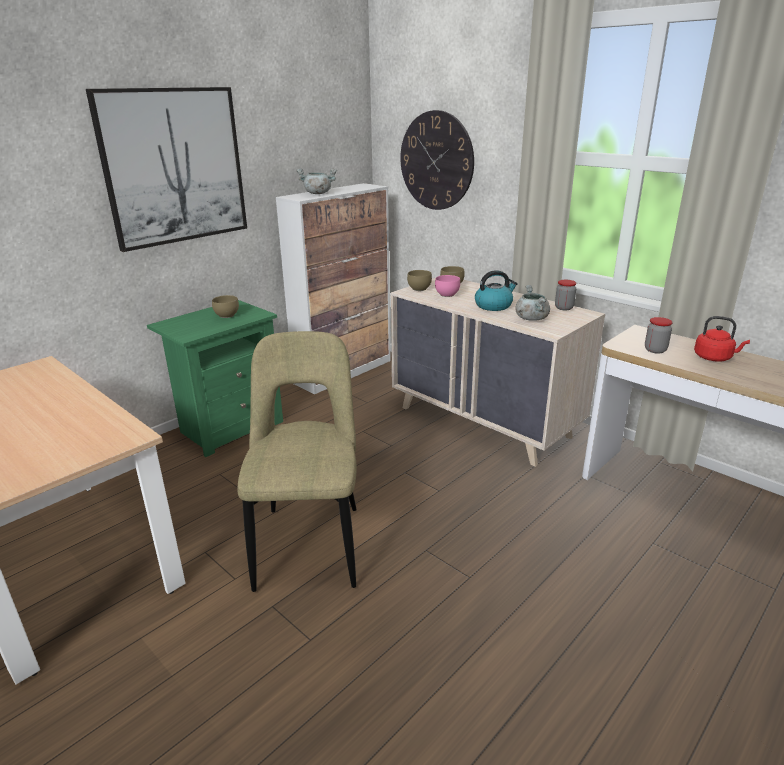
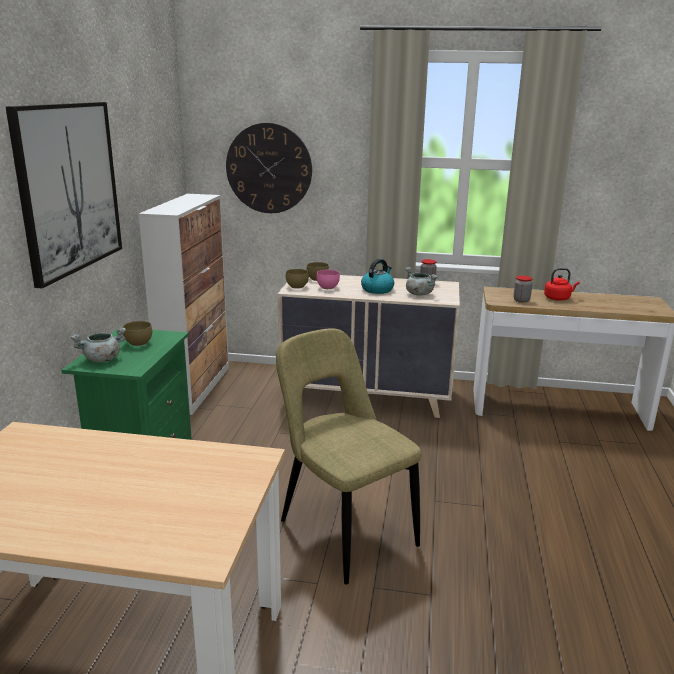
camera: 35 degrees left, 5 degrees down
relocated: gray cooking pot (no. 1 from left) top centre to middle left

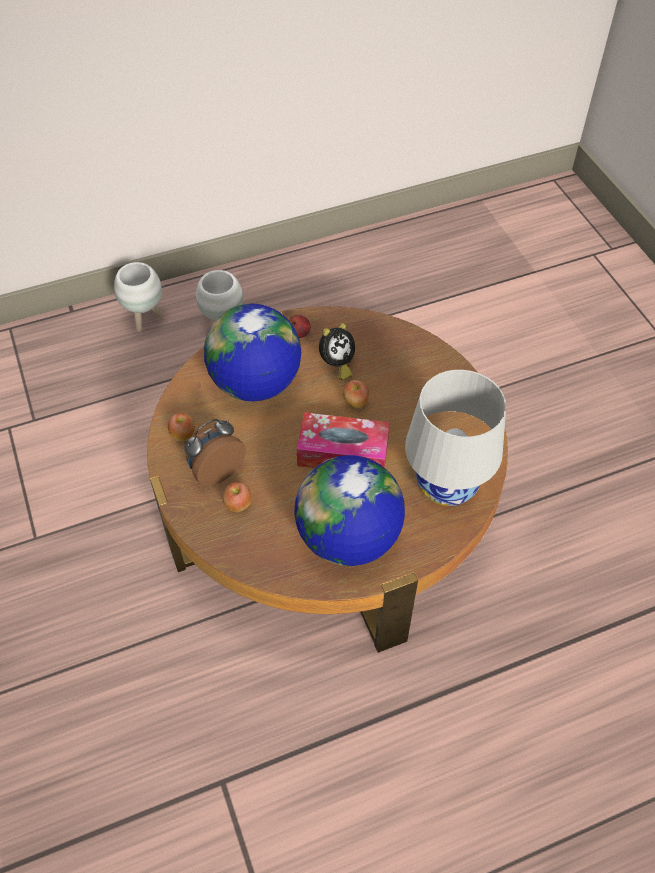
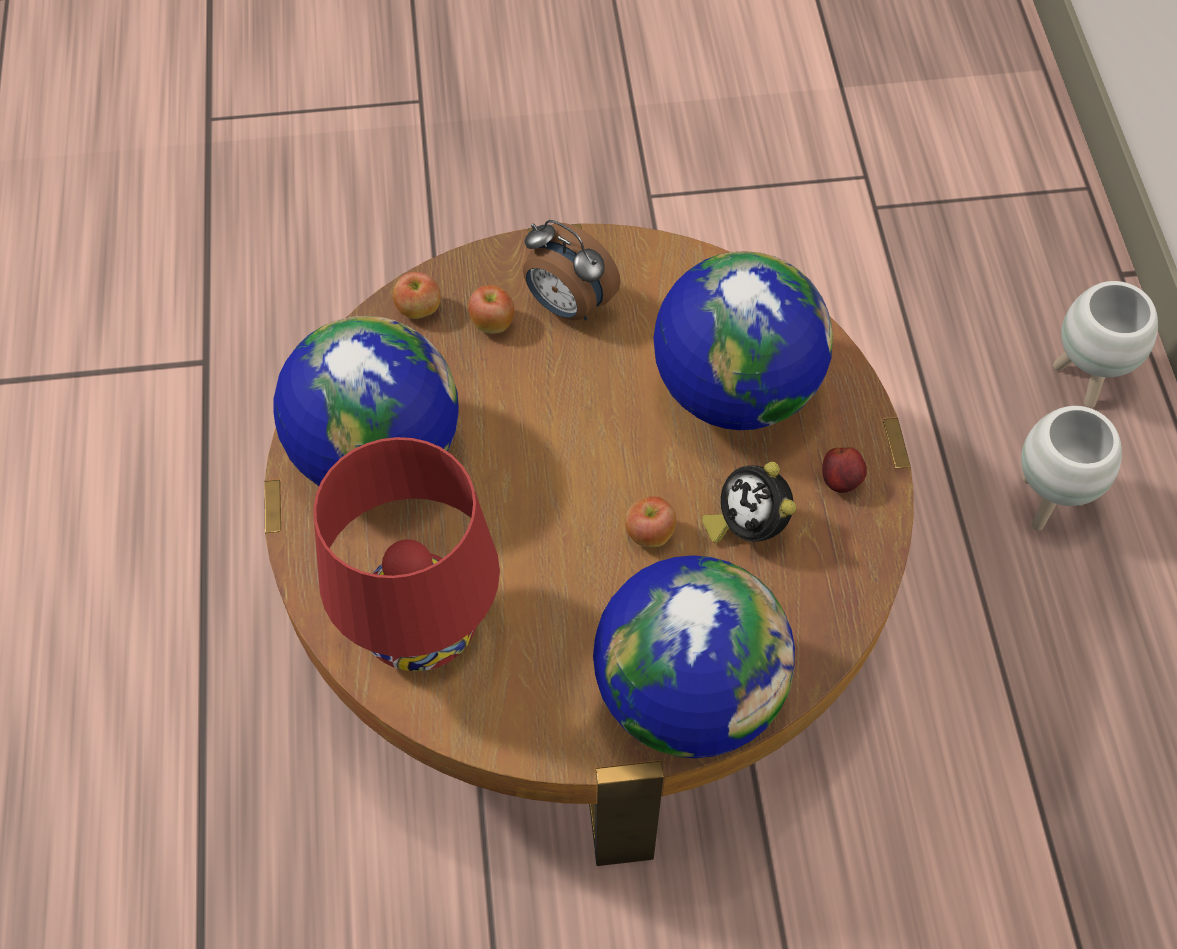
camera: 105 degrees right, 5 degrees up
missing: box of tissues centre
appeared: globe (no. 2 from left) bottom centre
relocated: apple (no. 1 from left) middle left to top centre
colour: white lamp for a table middle right to red-coloured lamp for a table centre
spun: bedside clock (no. 1 from left) middle left = top centre 150 degrees clockwise

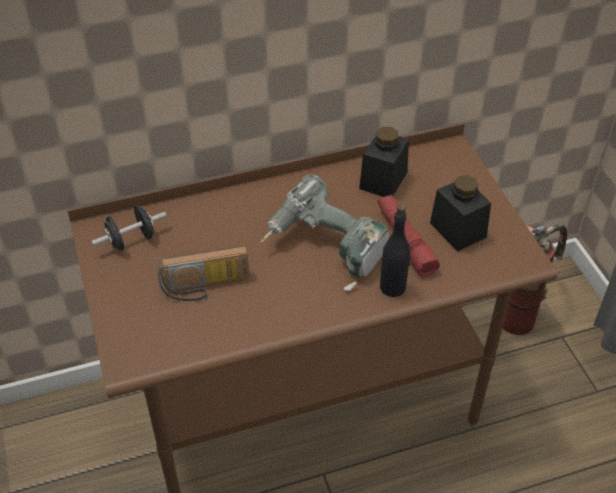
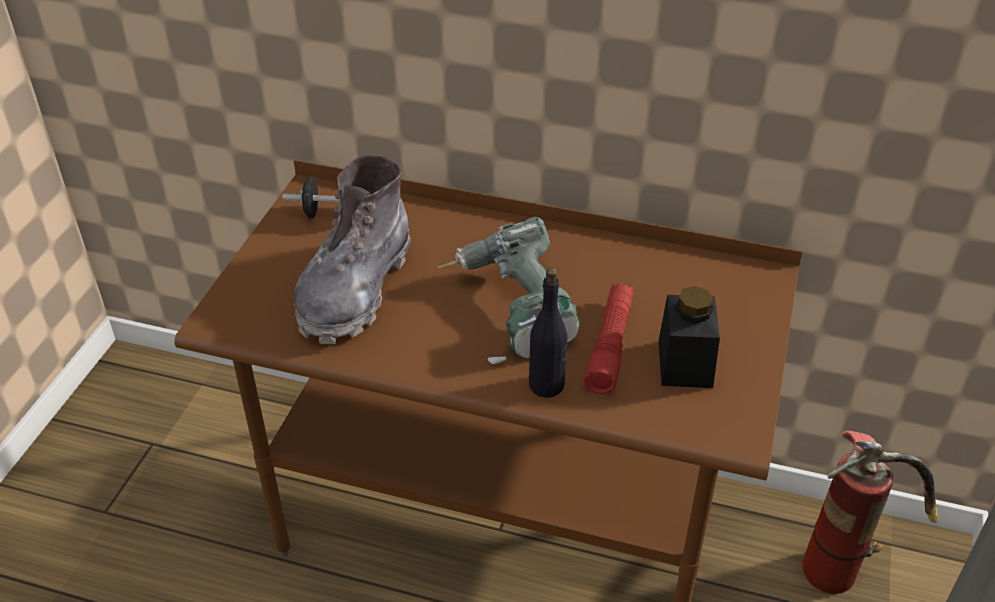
camera: 35 degrees right, 5 degrees down
missing: black preserve jar (no. 1 from left) top centre
exchanged: radio receiver middle left to gray boot centre

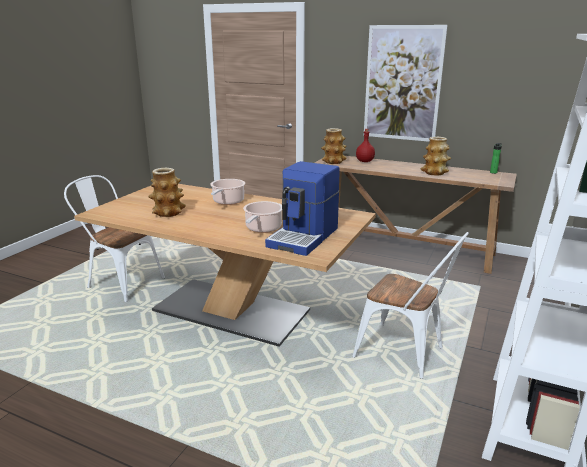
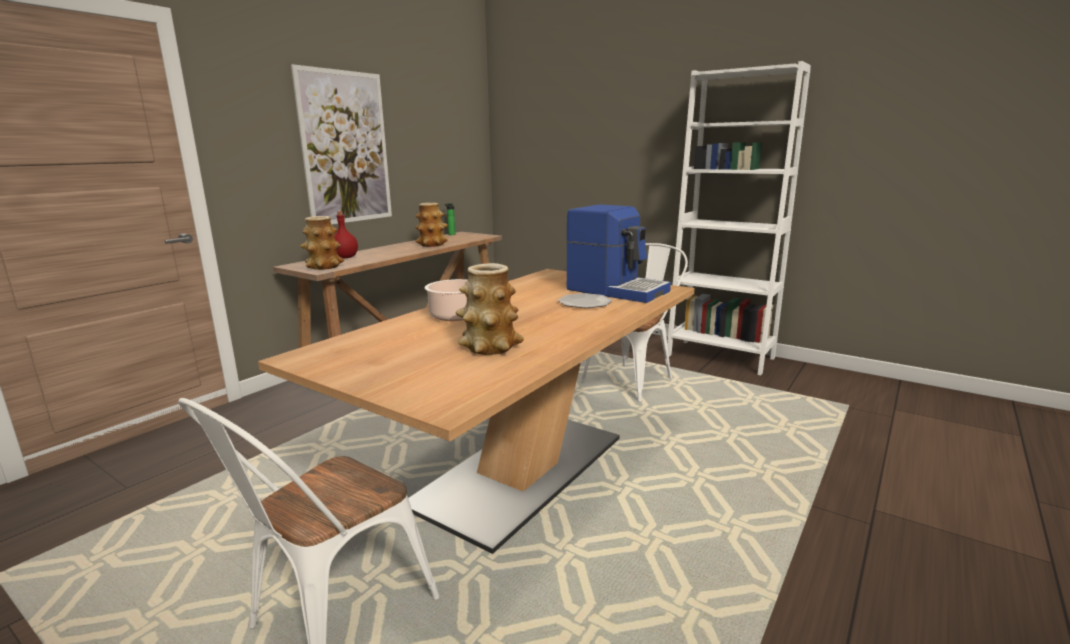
camera: 80 degrees left, 5 degrees down
exchanged: cooking pot (no. 2 from left) centre to flat dish centre

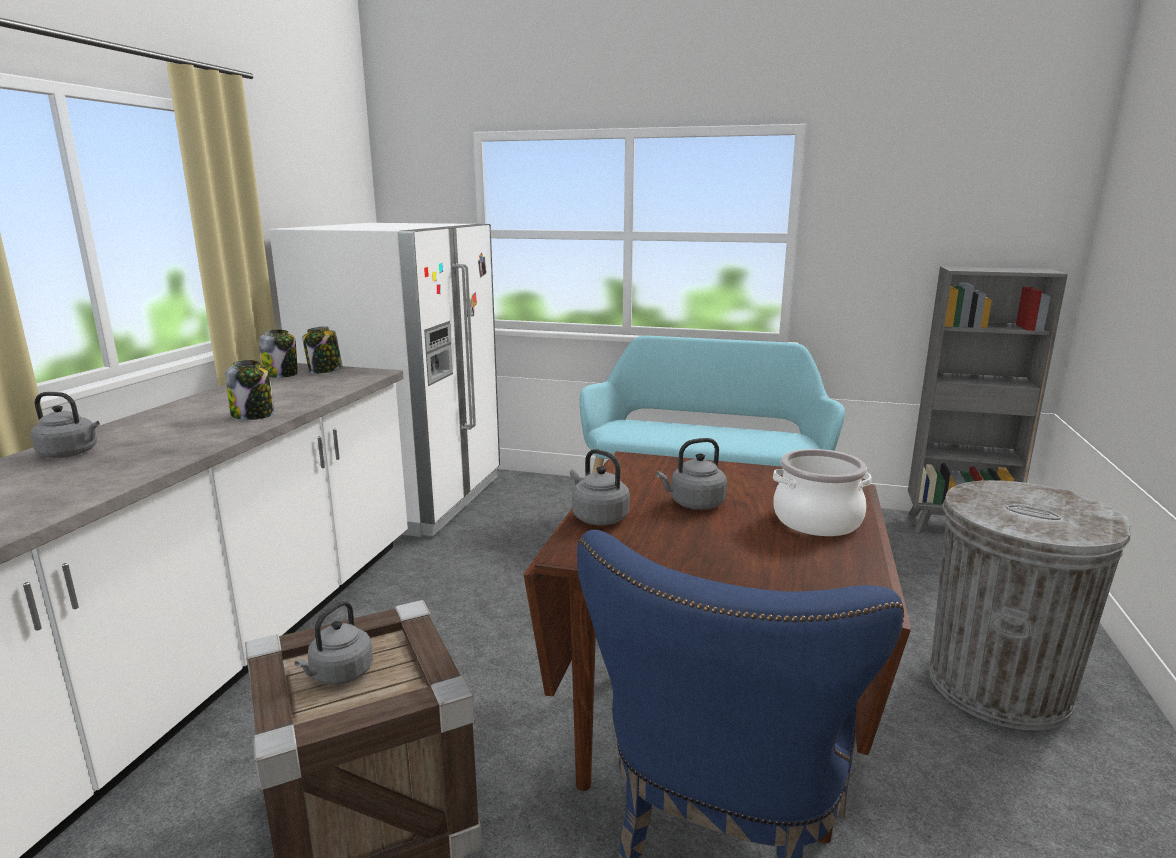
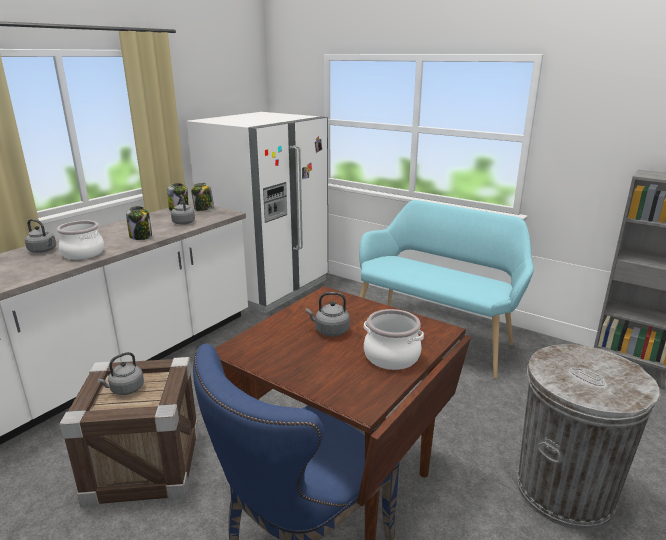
camera: 20 degrees right, 5 degrees up
appeared: cooking pot (no. 1 from left) middle left
relocated: gray tea kettle (no. 3 from left) centre to middle left

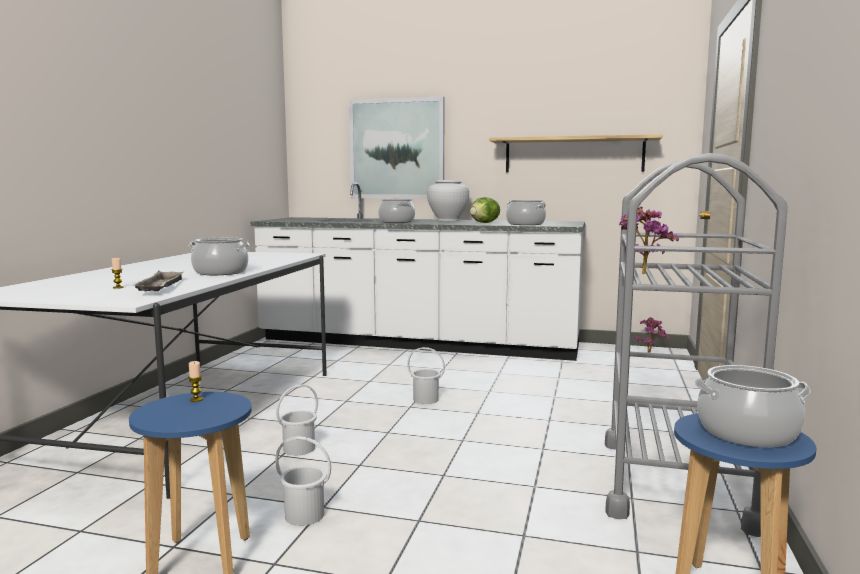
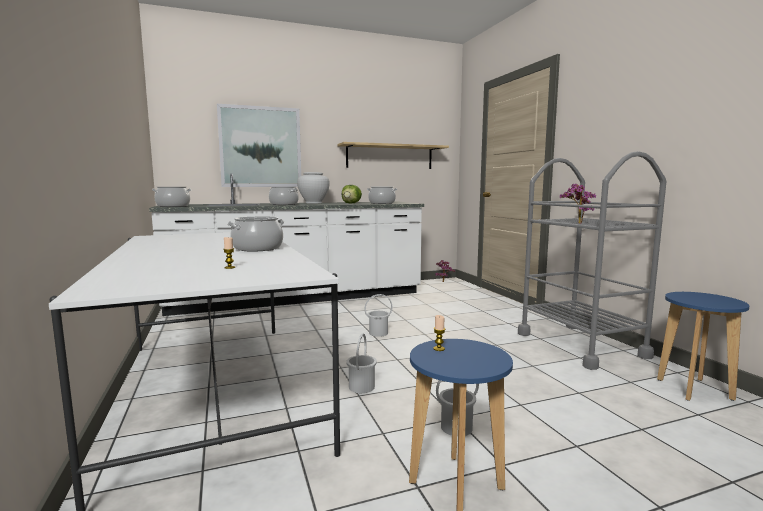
camera: 35 degrees left, 0 degrees up
missing: serving tray middle left
relocated: cooking pot (no. 4 from left in the first image) bottom right to cooking pot (no. 1 from left) middle left

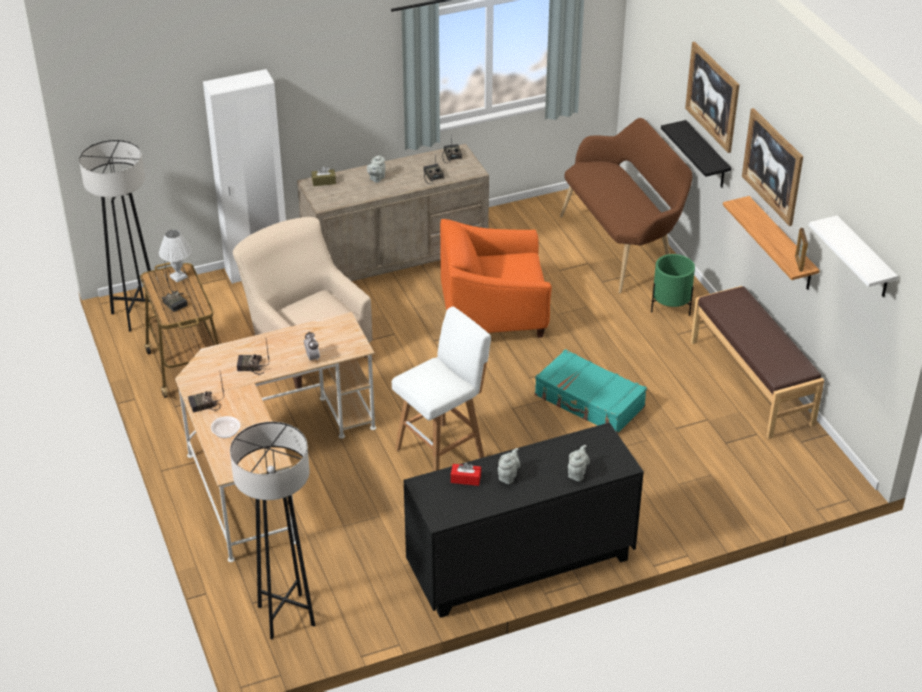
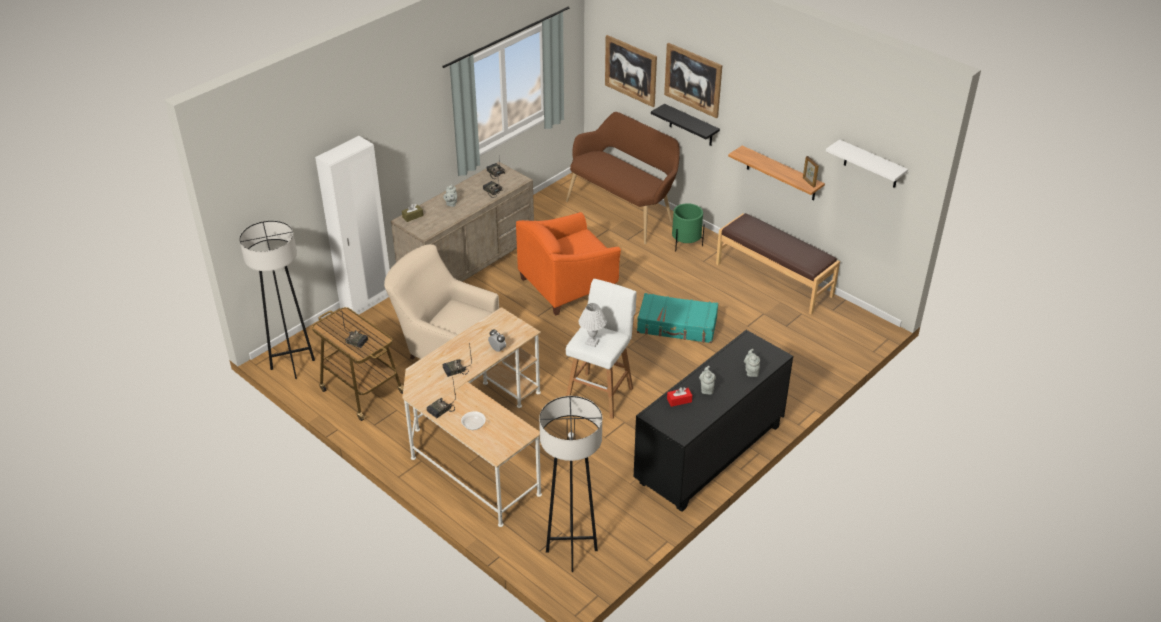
camera: 25 degrees left, 0 degrees up
relocated: wall art (no. 2 from left in the first image) top right to wall art (no. 1 from left) top centre; white lamp for a table middle left to centre

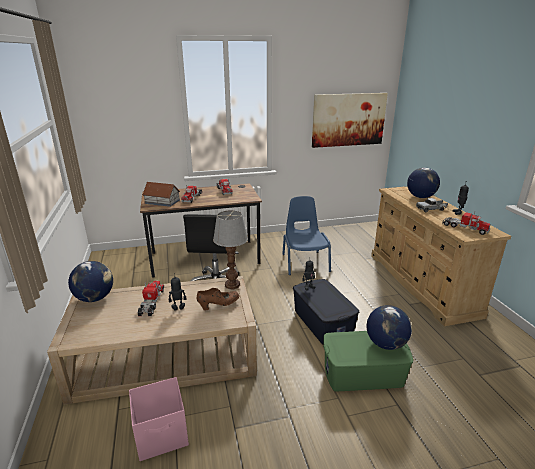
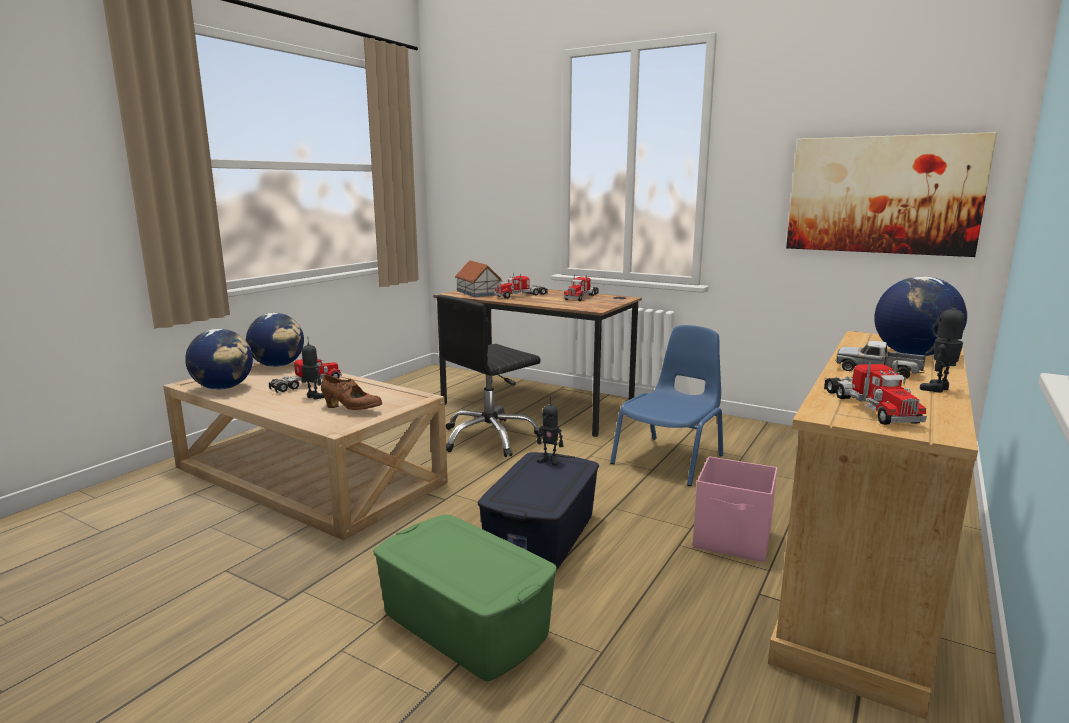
camera: 45 degrees right, 10 degrees down
missing: lamp for a table centre
relocated: globe (no. 2 from left in the first image) bottom right to globe (no. 1 from left) middle left; pink-coloured storage box bottom left to bottom right

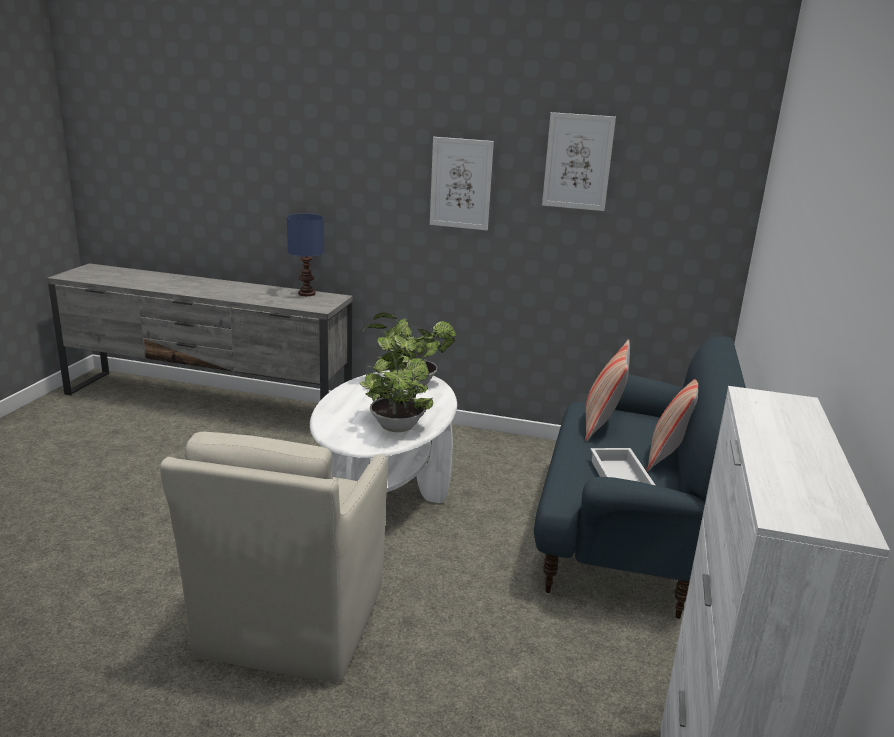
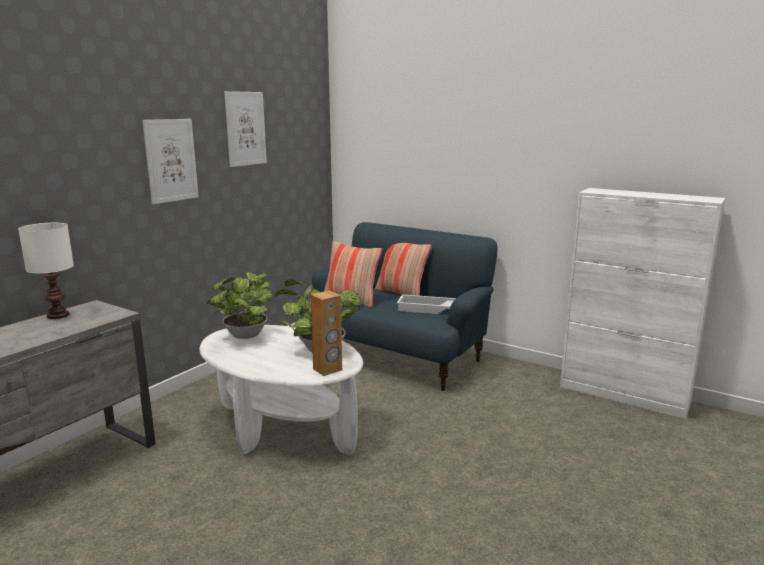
camera: 70 degrees left, 5 degrees down
missing: beige easy chair bottom left
appeared: brown-coloured loudspeaker centre
colour: bluish lamp for a table centre to white lamp for a table middle left

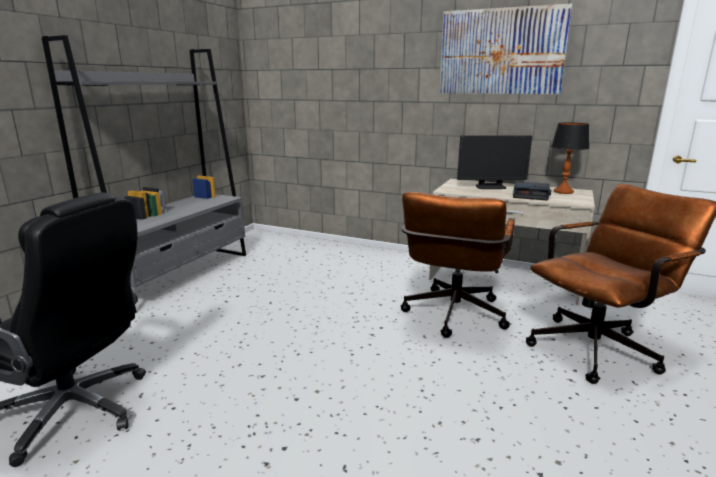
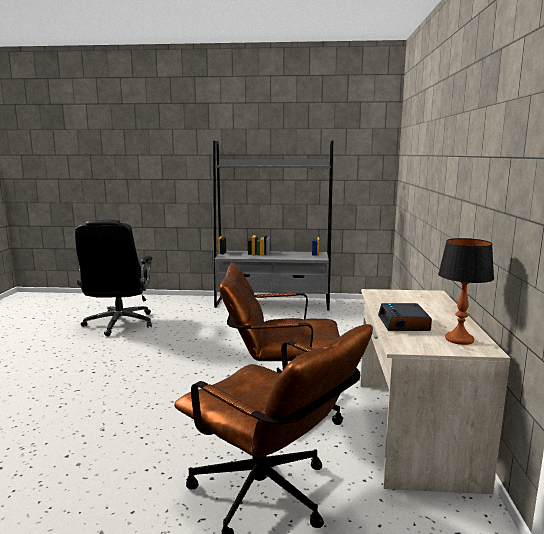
camera: 70 degrees right, 5 degrees down
missing: wall art top right; computer screen middle right

